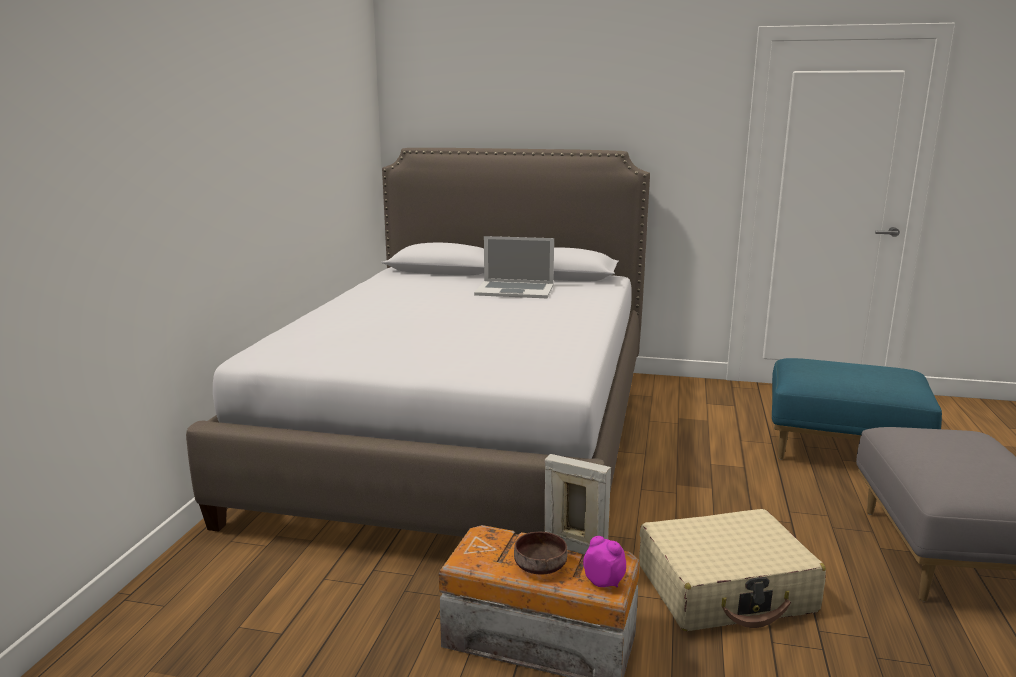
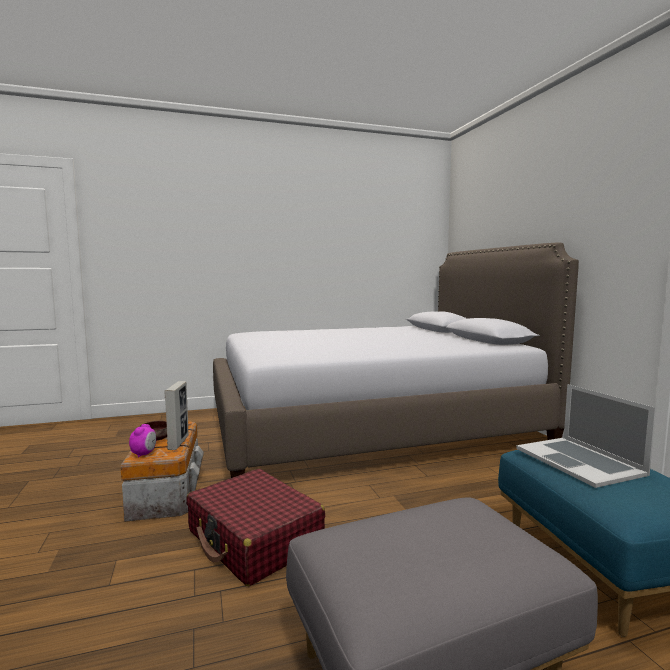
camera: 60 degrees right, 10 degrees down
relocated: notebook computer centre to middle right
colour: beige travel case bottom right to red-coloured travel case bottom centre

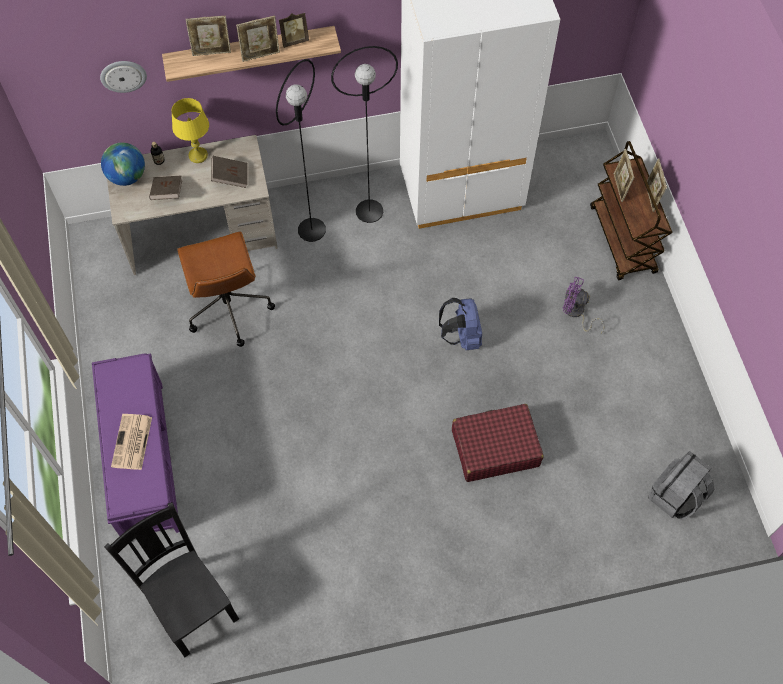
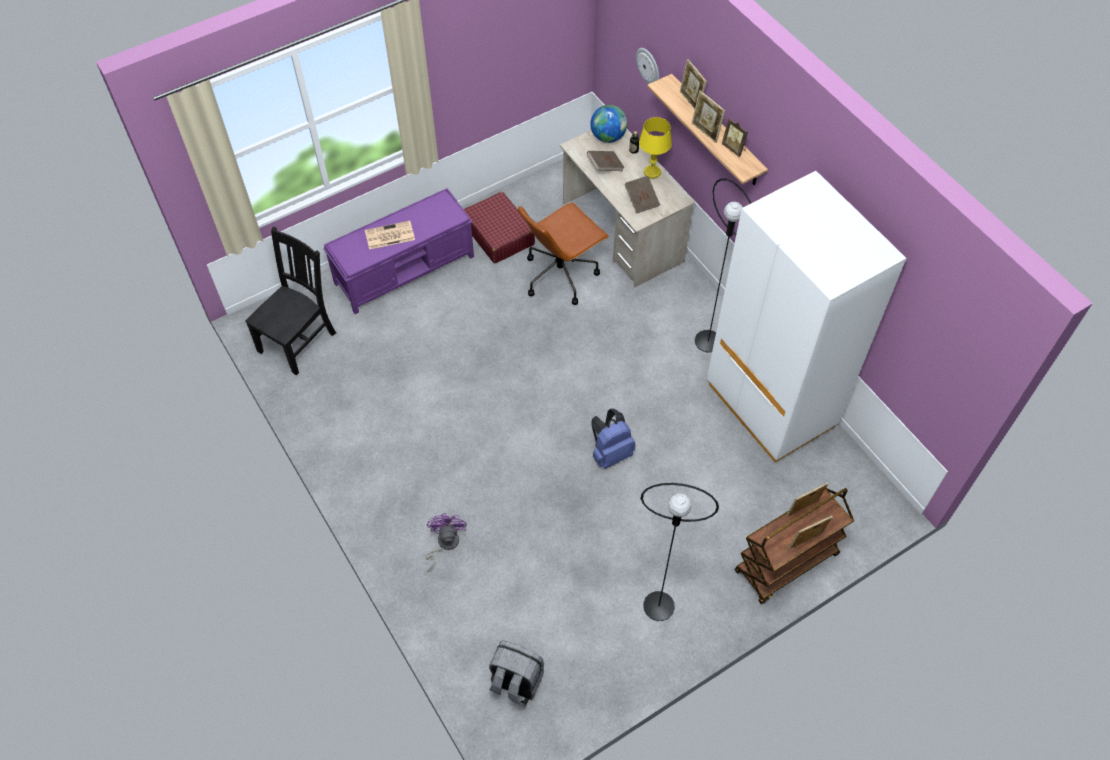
camera: 70 degrees right, 5 degrees down
relocated: black standing lamp (no. 1 from left) top centre to bottom centre; purple-coloured cooling fan middle right to bottom centre; red-coloured travel case centre to top centre

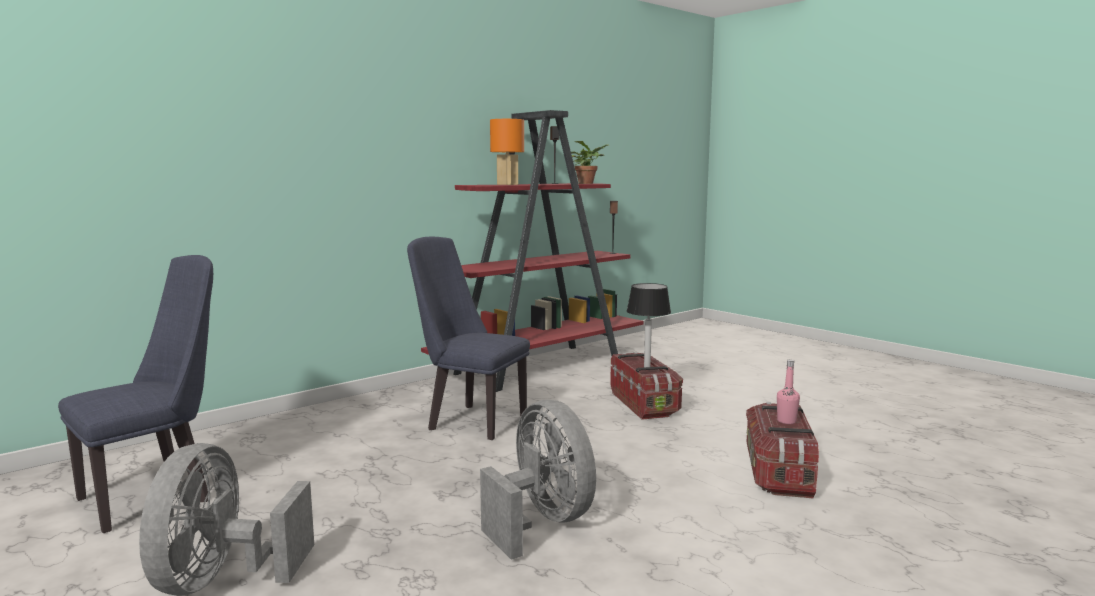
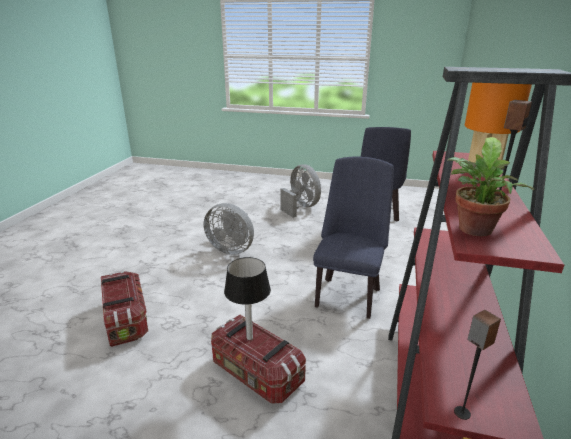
camera: 145 degrees right, 15 degrees up
missing: pink-coloured beverage bottle middle right
spun: bluish chair (no. 2 from left in the first image) centre = centre 60 degrees counterclockwise

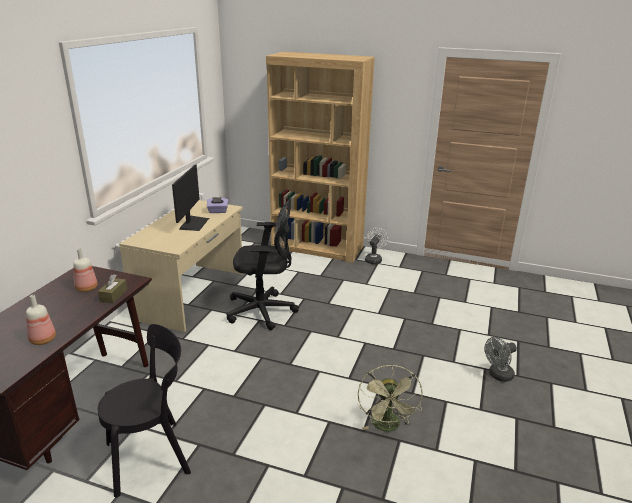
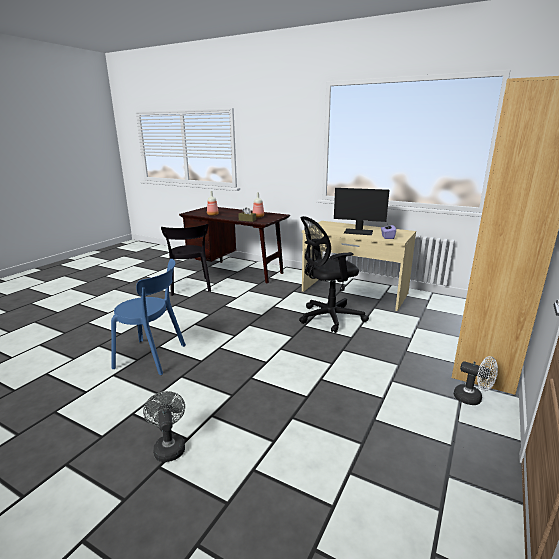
camera: 100 degrees right, 5 degrees down
exchanged: green cooling fan bottom centre to bluish chair middle left
spun: black computer chair centre = centre 60 degrees clockwise

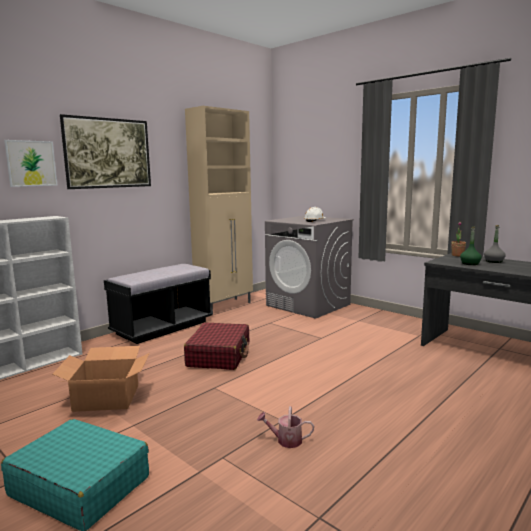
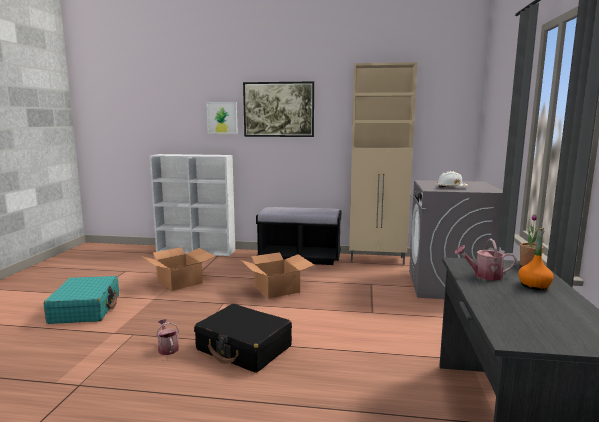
camera: 55 degrees right, 0 degrees up
appeared: black travel case bottom centre
exchanged: green beverage bottle middle right to sprinkling can (no. 2 from left) middle right; red-coloured travel case centre to carton (no. 2 from left) centre
colour: gray beverage bottle middle right to orangey beverage bottle middle right

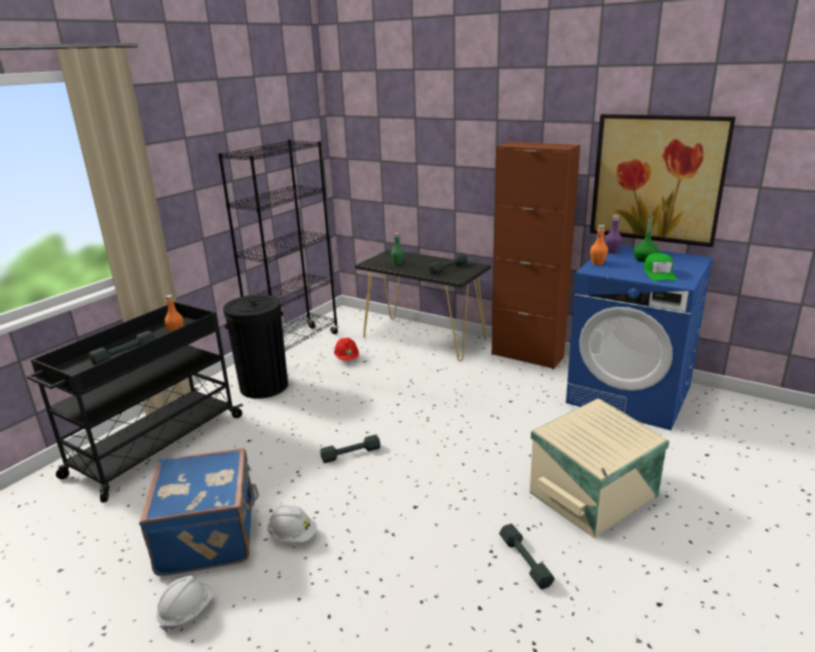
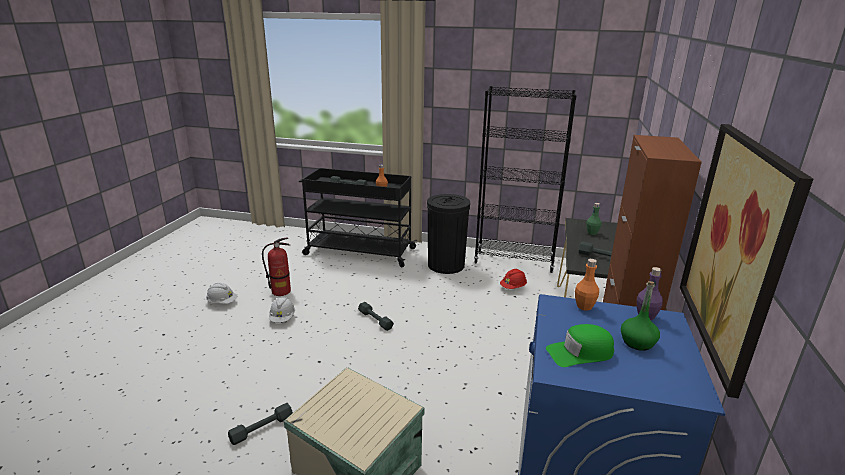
camera: 70 degrees right, 0 degrees up
exchanged: bluish travel case bottom left to fire extinguisher middle left

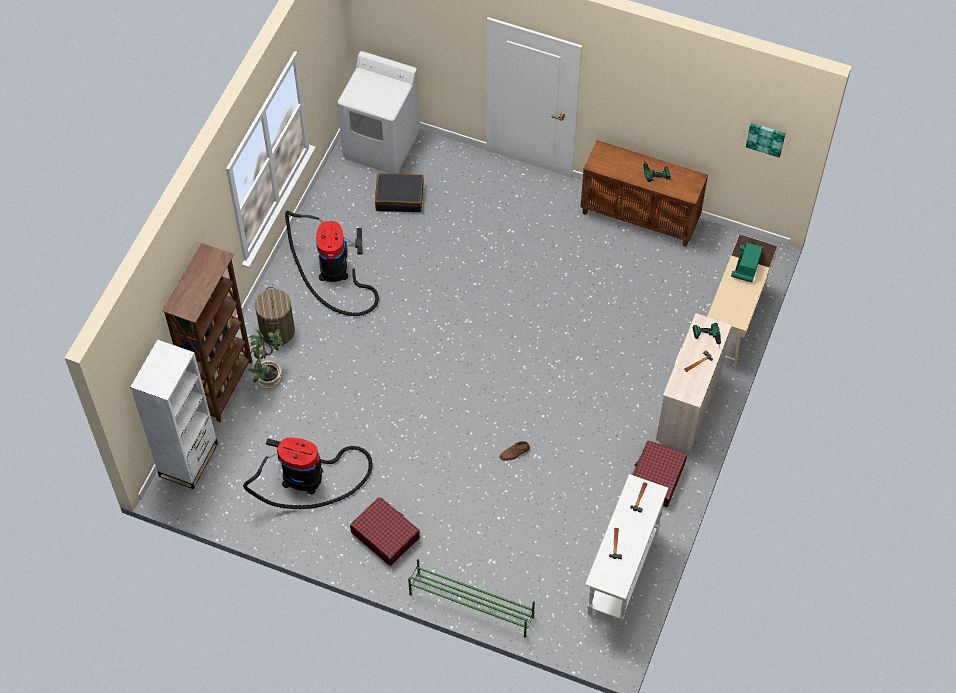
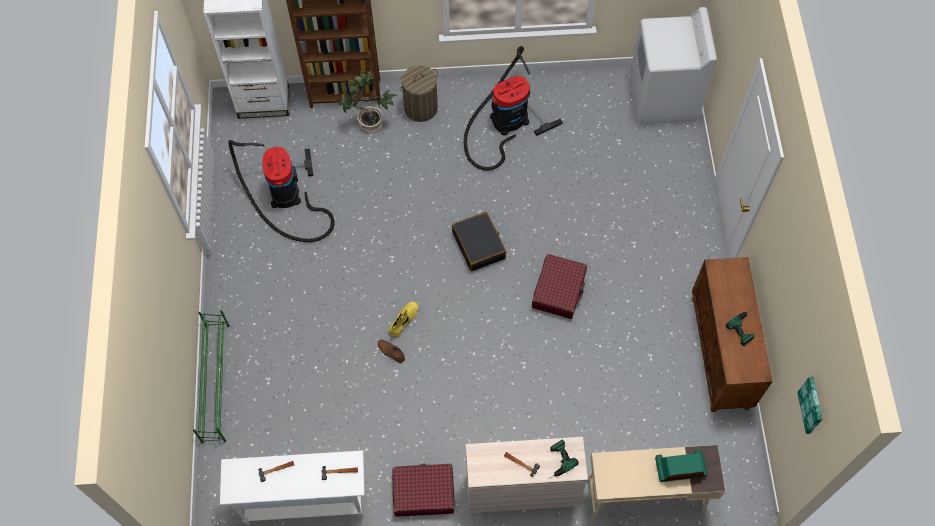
camera: 65 degrees right, 5 degrees up
appeared: yellowish boot centre
relocated: black travel case top centre to centre; red-coloured travel case (no. 1 from left in the first image) bottom centre to red-coloured travel case (no. 2 from left) centre

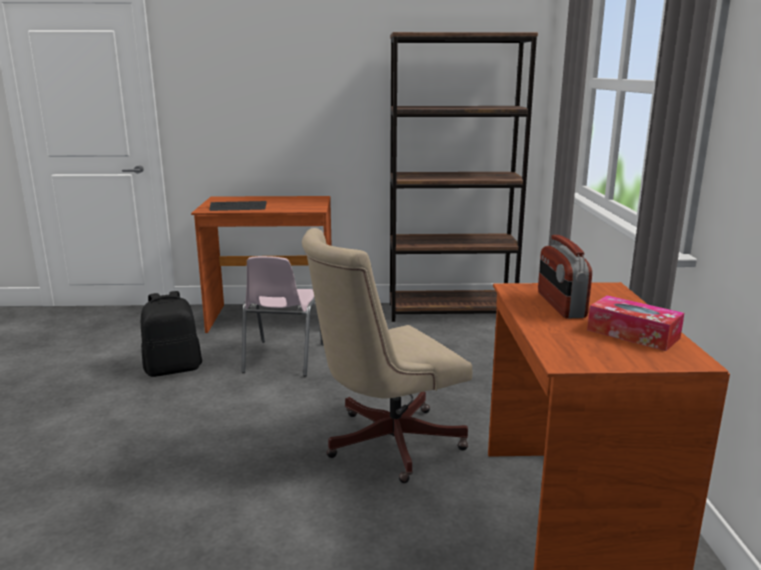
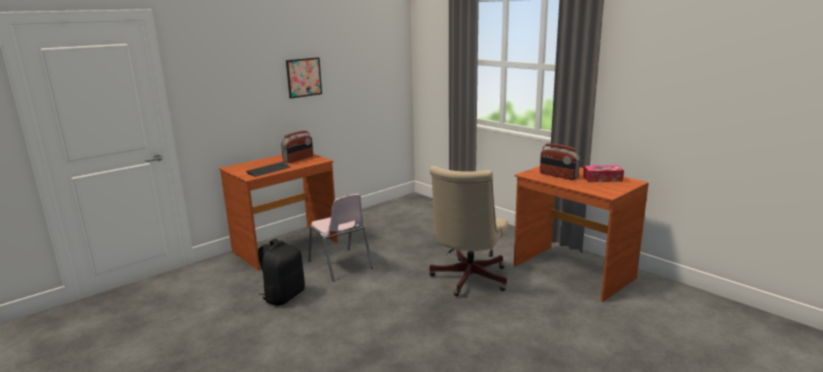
camera: 40 degrees left, 0 degrees up
missing: brown-coloured shelving unit top centre
appeared: wall art top centre; radio receiver (no. 1 from left) centre

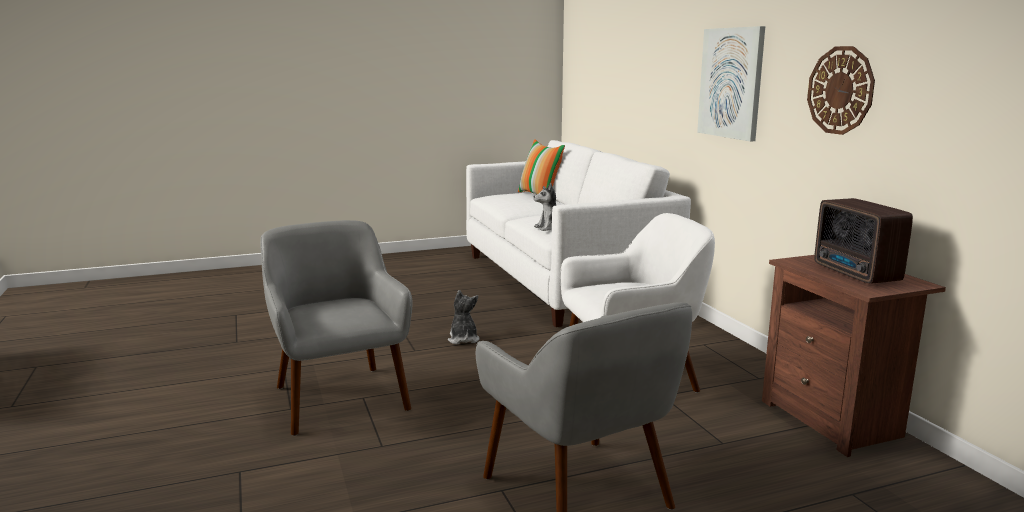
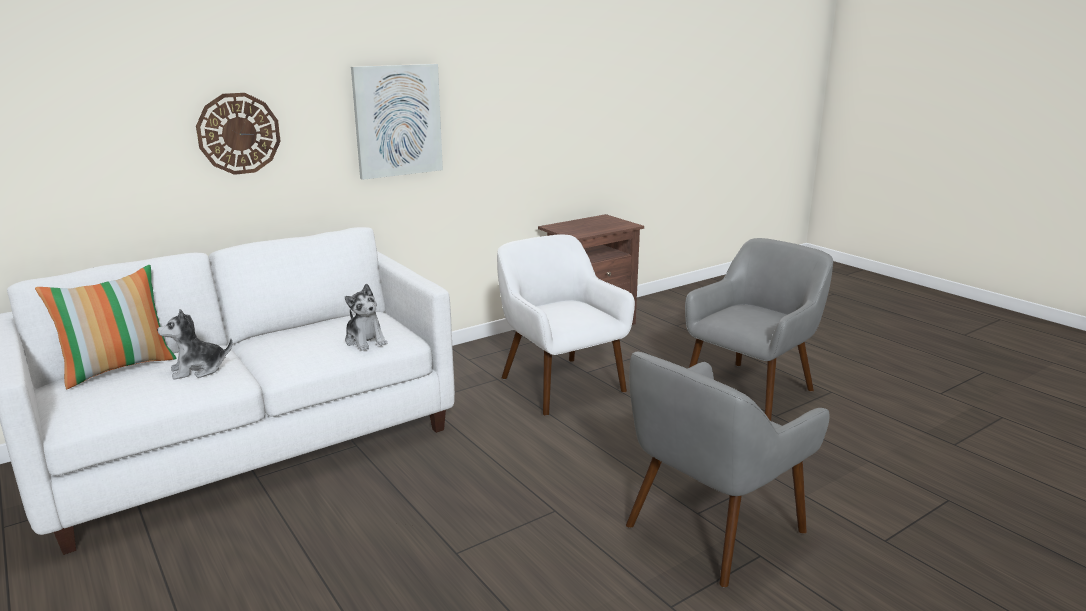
camera: 105 degrees left, 5 degrees up
missing: radio receiver middle right
relocated: wall clock top right to top left; cuddly toy (no. 1 from left) centre to middle left

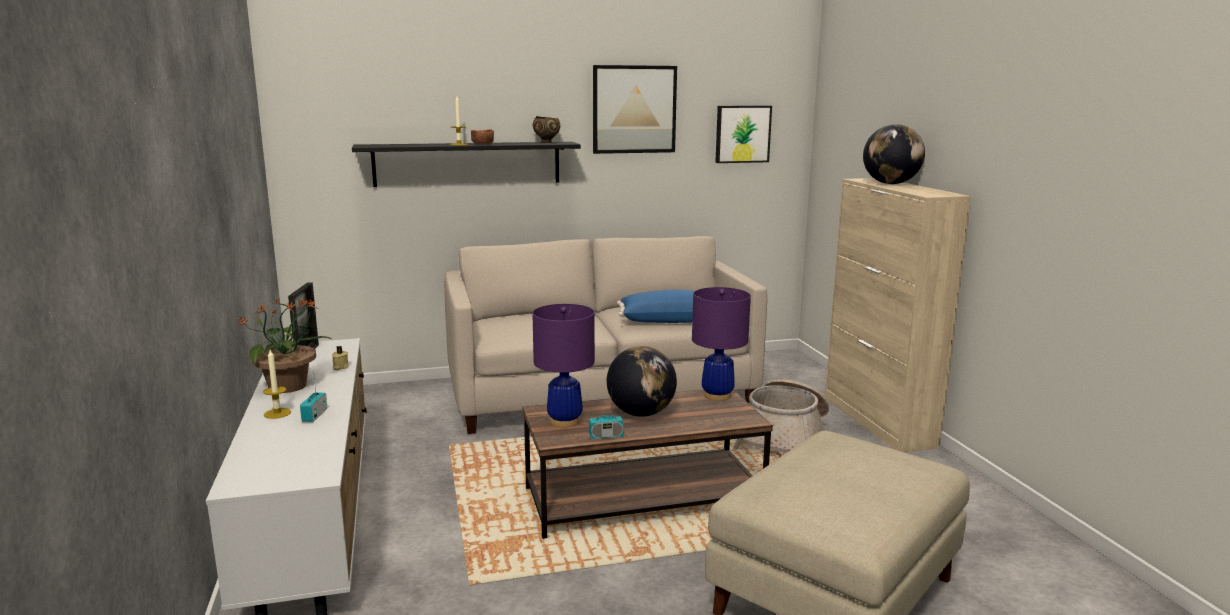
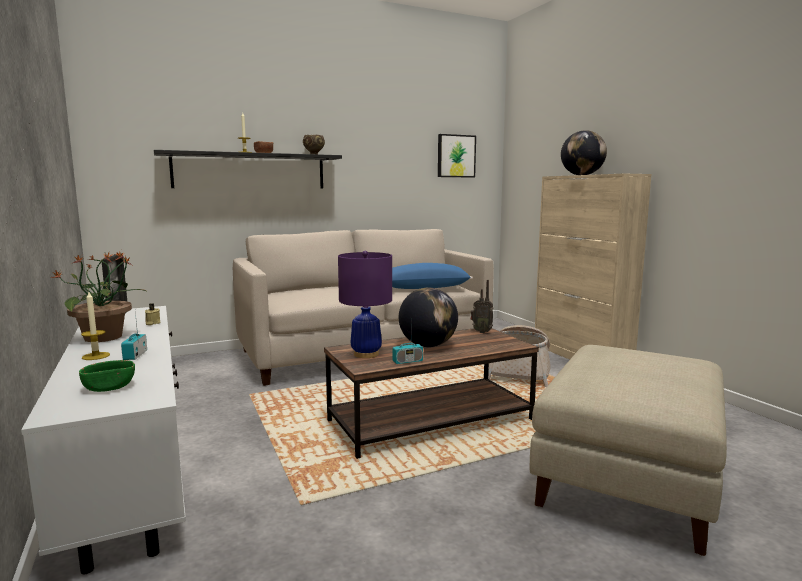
camera: 10 degrees left, 5 degrees down
missing: wall art (no. 1 from left) top centre
appeared: green bowl middle left
exchanged: purple-coloured lamp for a table (no. 2 from left) centre to radio receiver (no. 3 from left) centre

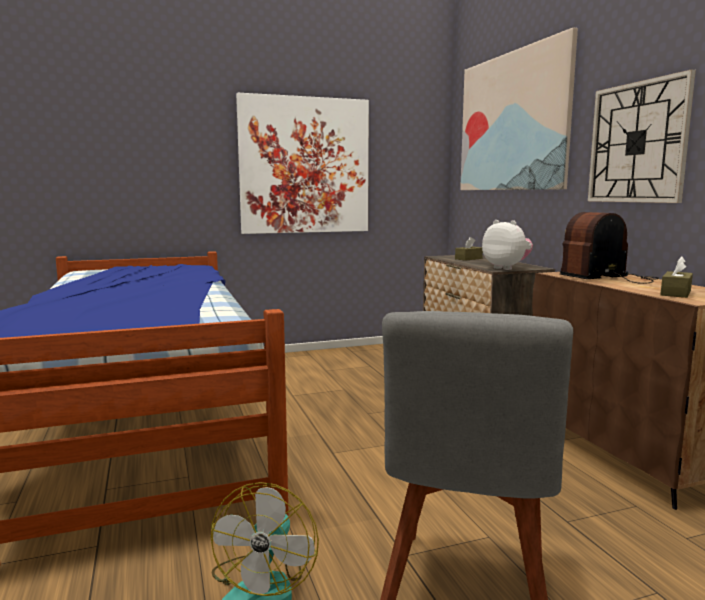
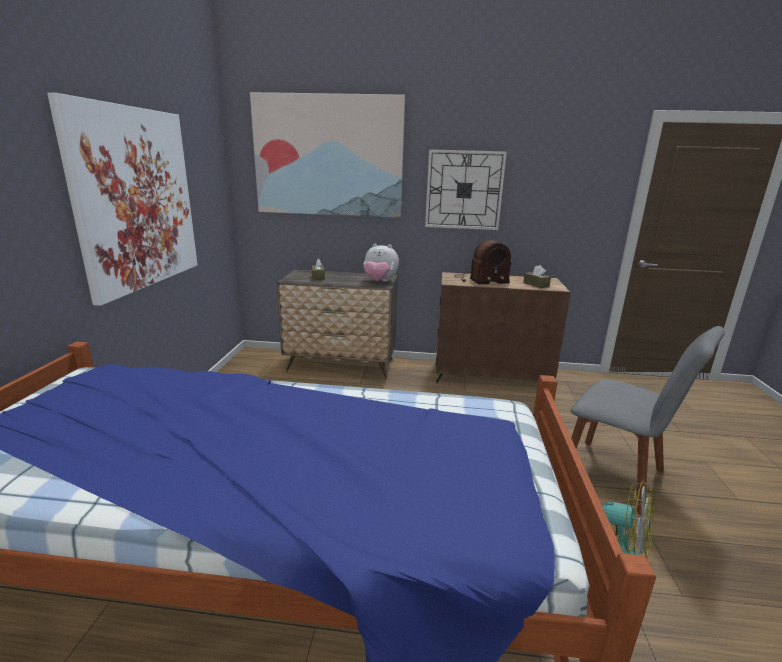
camera: 65 degrees left, 10 degrees up
spun: radio receiver middle right = centre 105 degrees counterclockwise; cuddly toy middle right = centre 150 degrees counterclockwise

